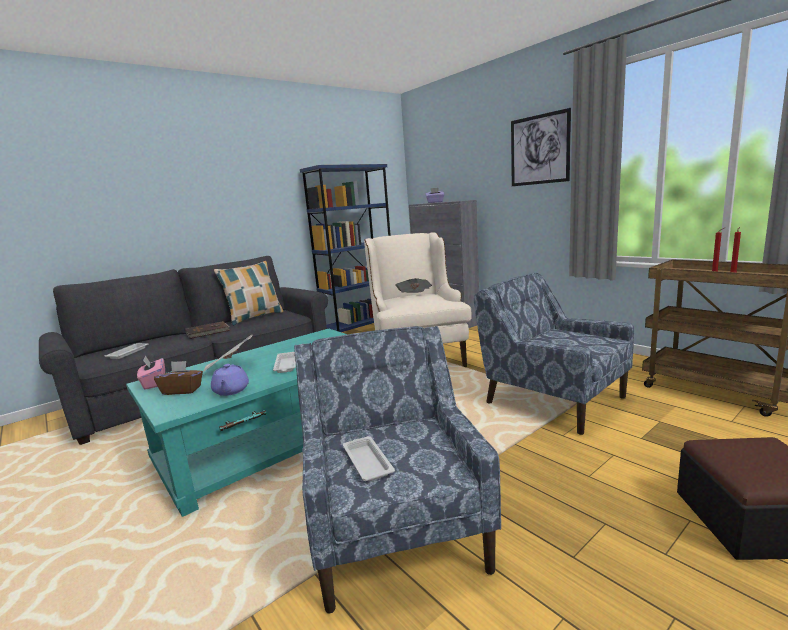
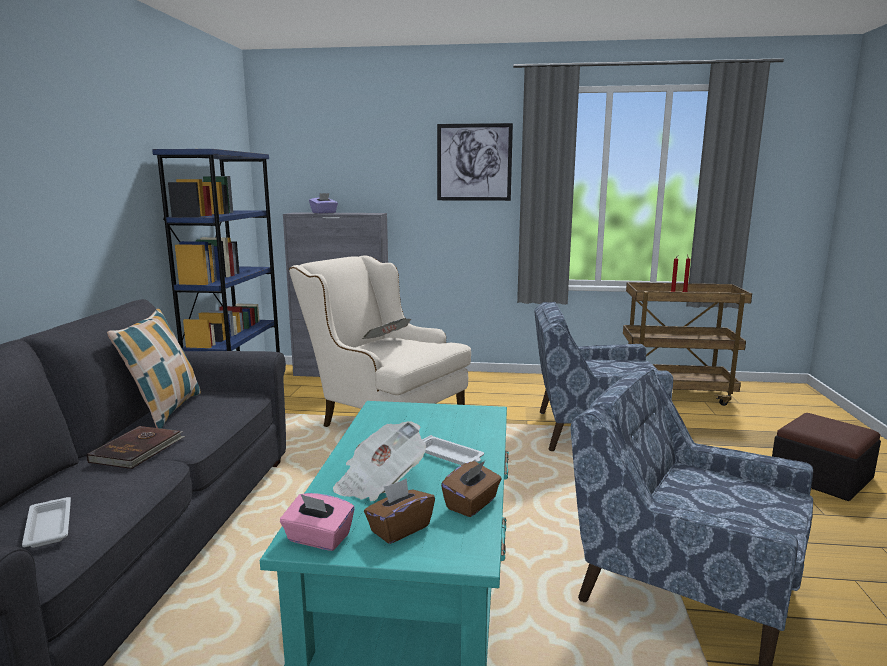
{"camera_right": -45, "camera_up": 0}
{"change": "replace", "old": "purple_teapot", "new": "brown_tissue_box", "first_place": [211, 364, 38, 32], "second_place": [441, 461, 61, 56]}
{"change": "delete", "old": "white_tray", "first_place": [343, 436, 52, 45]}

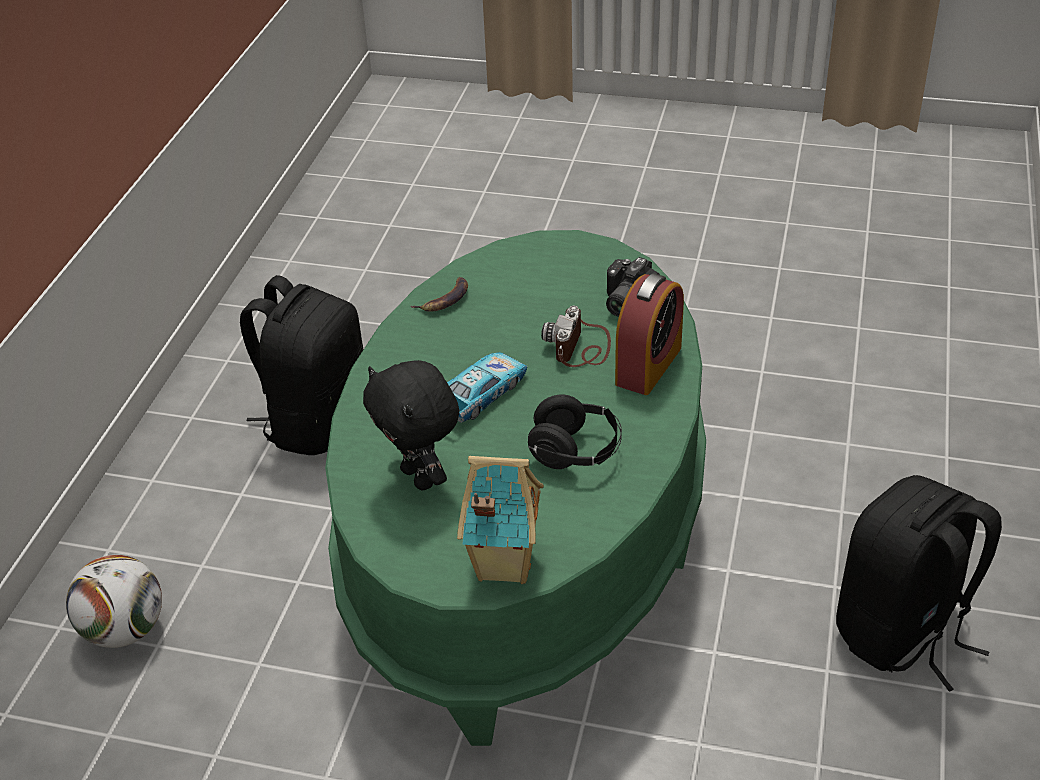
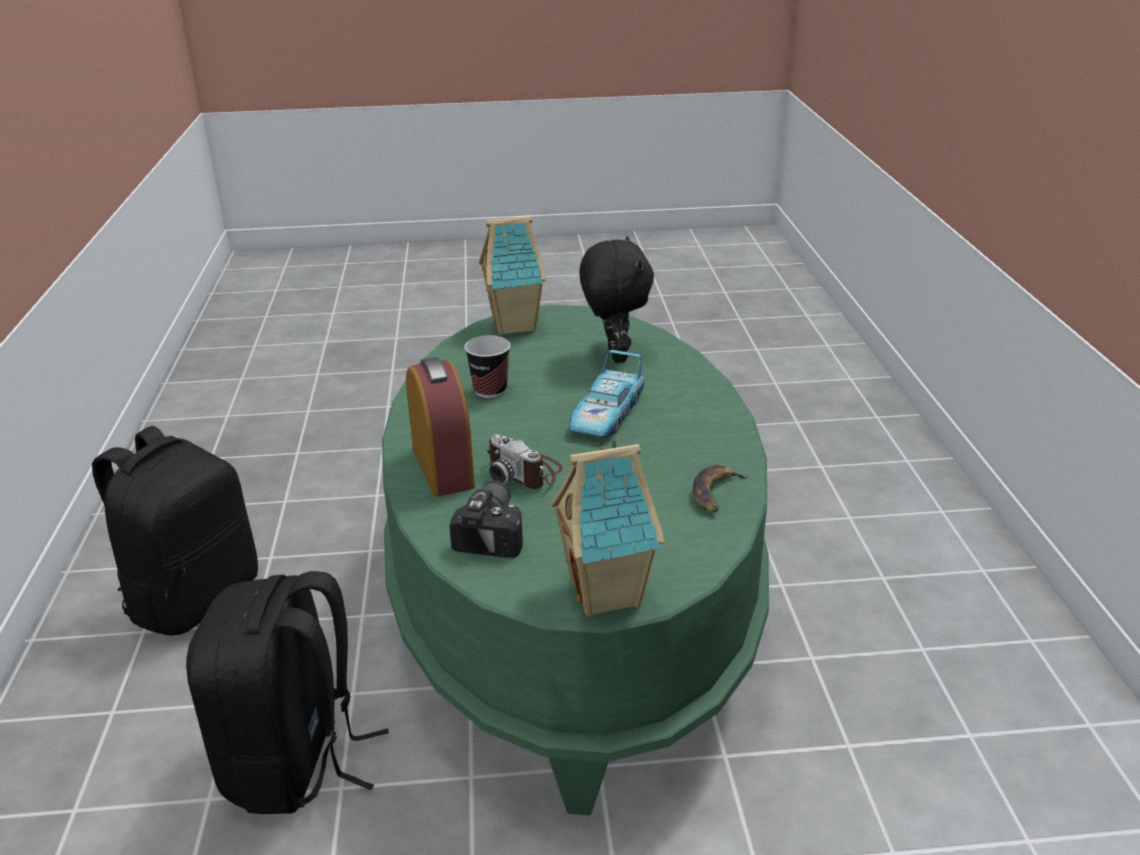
{"camera_right": 160, "camera_up": -10}
{"change": "rotate", "old": "alarm_clock", "first_place": [615, 273, 69, 122], "second_place": [406, 357, 69, 140], "degrees": 150}
{"change": "move", "old": "black_backpack", "first_place": [240, 275, 123, 180], "second_place": [186, 571, 203, 243]}
{"change": "rotate", "old": "photo_camera", "first_place": [541, 305, 70, 62], "second_place": [487, 434, 76, 55], "degrees": 135}
{"change": "rotate", "old": "black_plush_toy", "first_place": [363, 360, 96, 130], "second_place": [579, 236, 75, 127], "degrees": 45}
{"change": "replace", "old": "black_headphones", "new": "cup", "first_place": [528, 394, 94, 75], "second_place": [464, 336, 47, 62]}
{"change": "delete", "old": "football", "first_place": [66, 555, 96, 93]}
{"change": "insert", "new": "toy_house", "second_place": [551, 440, 114, 177]}

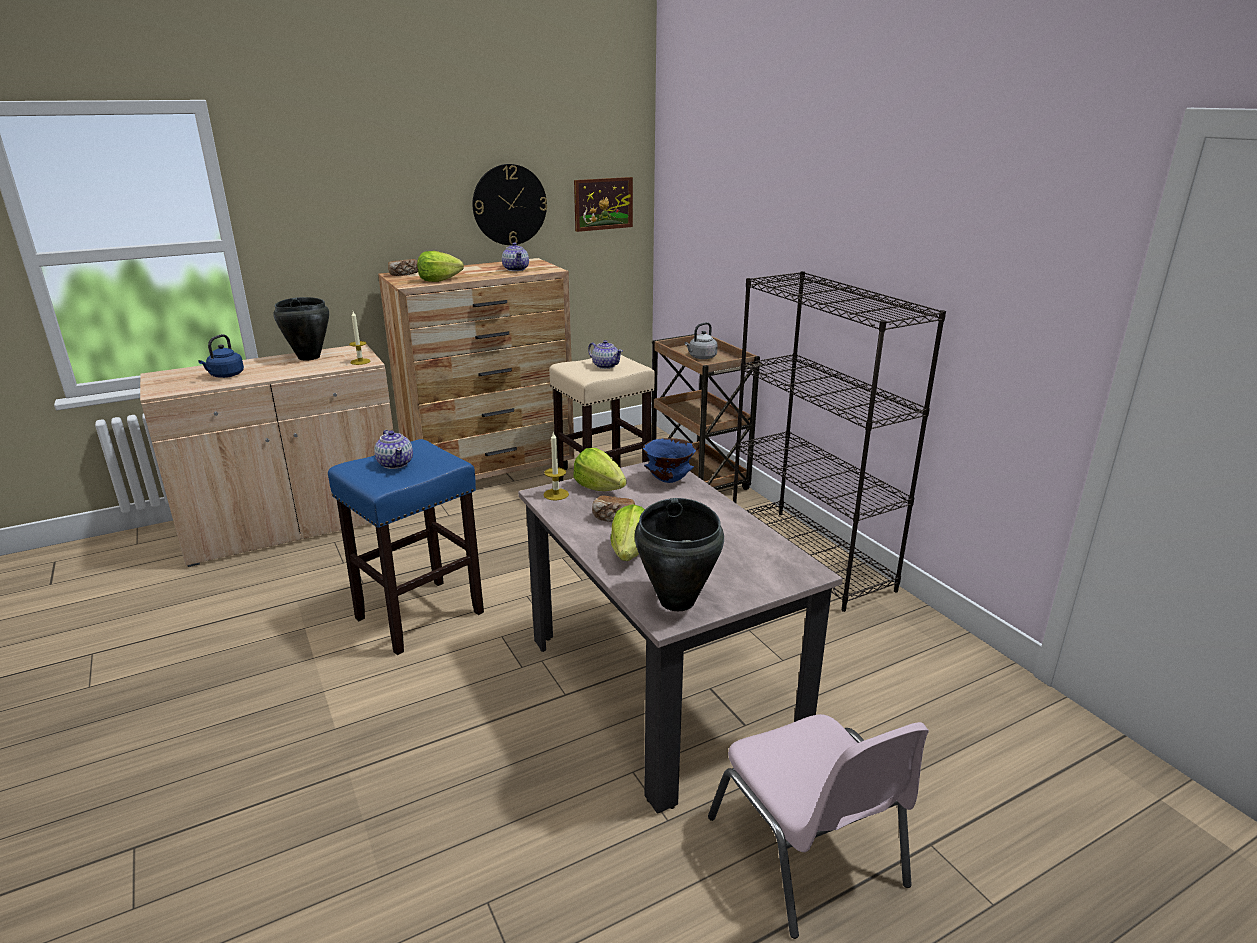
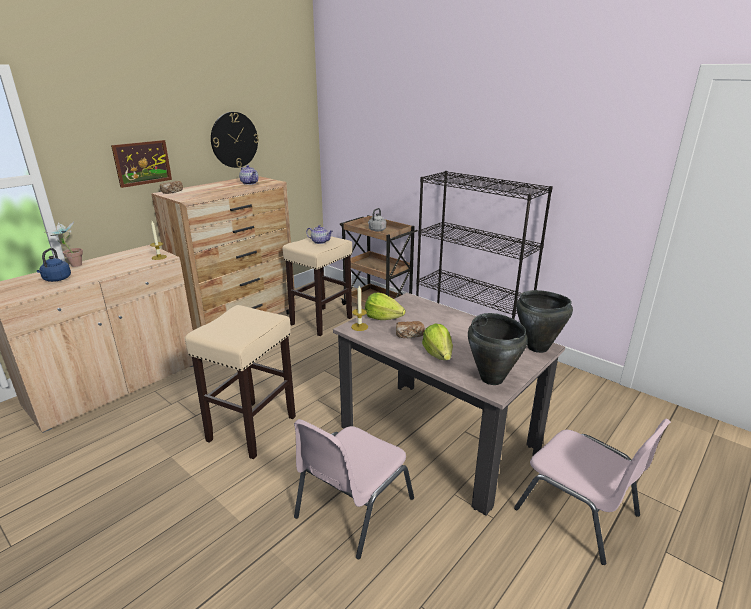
{"camera_right": -20, "camera_up": 0}
{"change": "move", "old": "picture", "first_place": [574, 177, 59, 55], "second_place": [111, 140, 61, 48]}
{"change": "delete", "old": "lettuce", "first_place": [417, 251, 47, 31]}
{"change": "move", "old": "black_cooking_pot", "first_place": [273, 297, 56, 64], "second_place": [516, 290, 57, 63]}
{"change": "delete", "old": "teapot", "first_place": [374, 430, 39, 39]}
{"change": "delete", "old": "blue_bowl", "first_place": [643, 438, 53, 45]}
{"change": "recolor", "old": "blue_stool", "new": "beige_stool", "first_place": [328, 439, 156, 216], "second_place": [185, 305, 111, 154]}
{"change": "insert", "new": "potted_plant", "second_place": [45, 222, 38, 45]}
{"change": "insert", "new": "pink_chair", "second_place": [294, 419, 120, 140]}

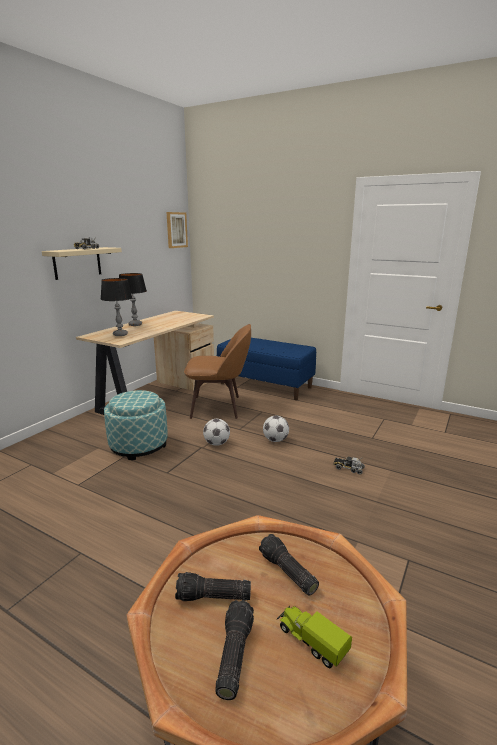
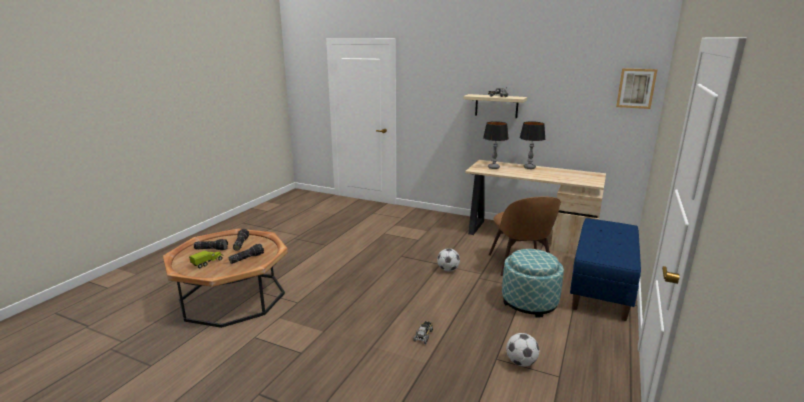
{"camera_right": 85, "camera_up": 0}
{"change": "move", "old": "ottoman", "first_place": [104, 390, 64, 70], "second_place": [502, 249, 62, 68]}
{"change": "move", "old": "football", "first_place": [263, 416, 26, 26], "second_place": [506, 333, 33, 34]}

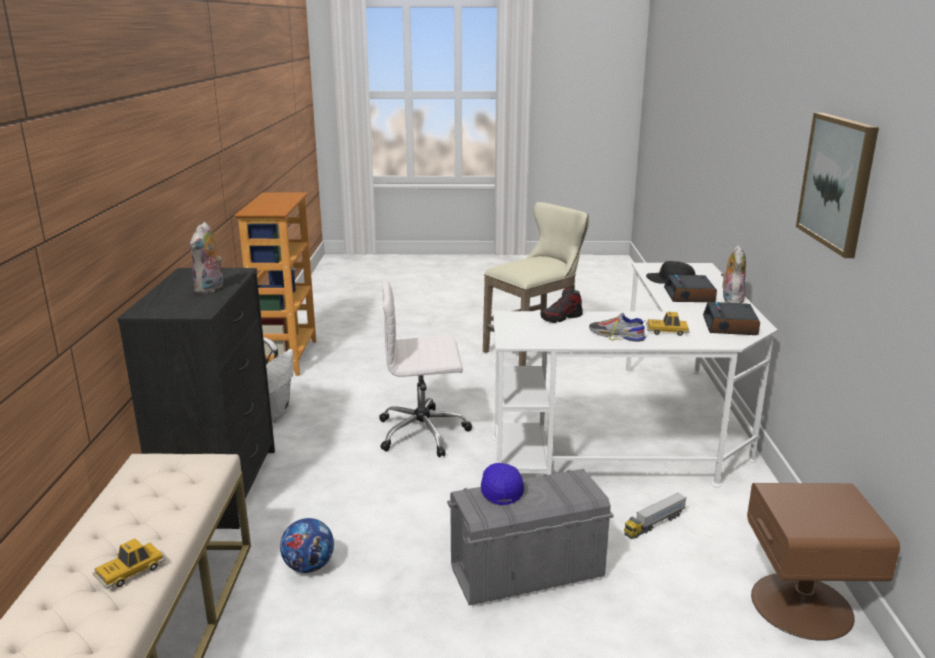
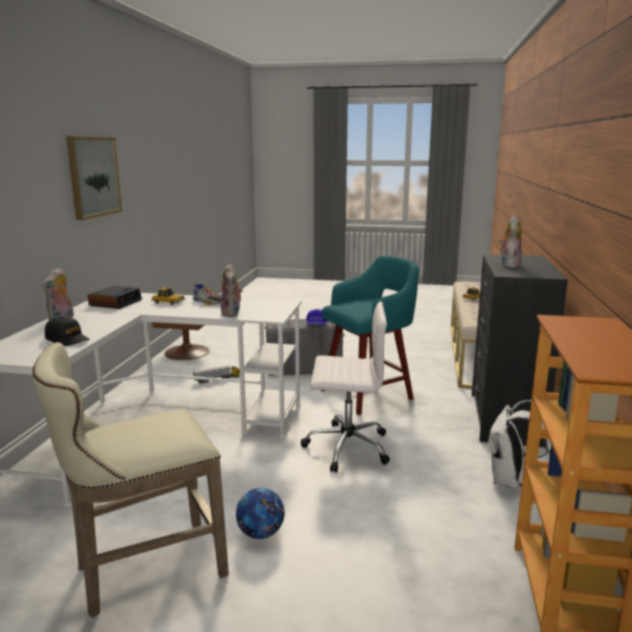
{"camera_right": -170, "camera_up": -5}
{"change": "delete", "old": "alarm_clock", "first_place": [664, 275, 53, 27]}
{"change": "replace", "old": "shoe", "new": "plush_toy", "first_place": [540, 287, 43, 36], "second_place": [221, 264, 22, 53]}
{"change": "move", "old": "football", "first_place": [280, 518, 54, 55], "second_place": [236, 488, 49, 51]}
{"change": "insert", "new": "turquoise_stool", "second_place": [321, 256, 98, 159]}

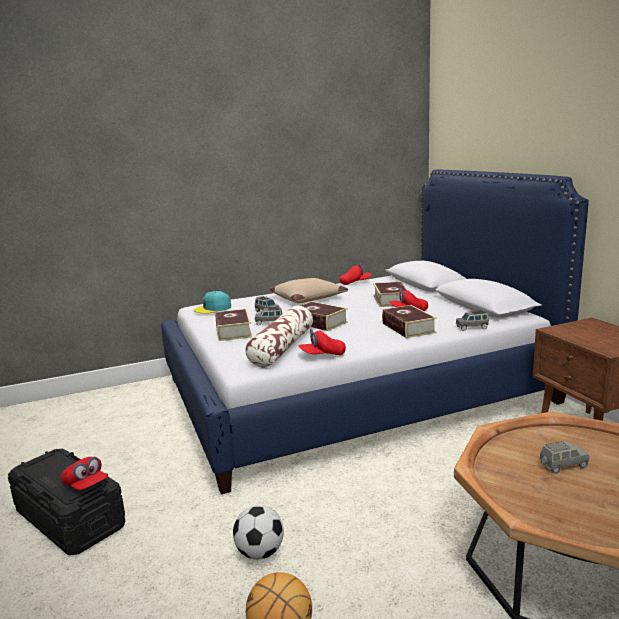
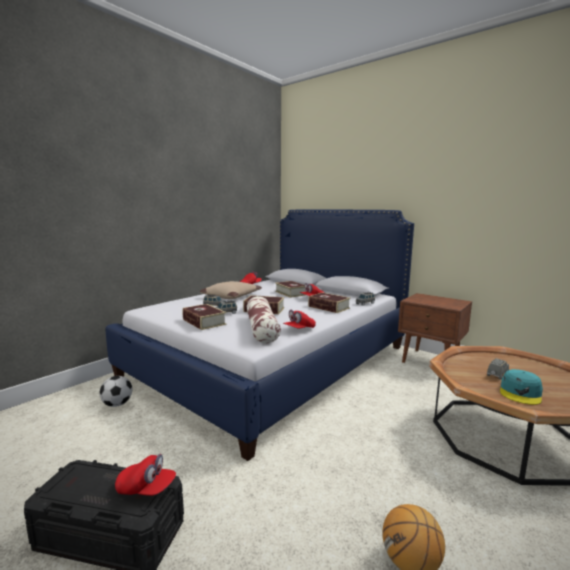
{"camera_right": -30, "camera_up": -5}
{"change": "move", "old": "turquoise_cap", "first_place": [194, 291, 37, 23], "second_place": [500, 369, 43, 36]}
{"change": "move", "old": "football", "first_place": [233, 505, 51, 54], "second_place": [99, 376, 33, 31]}

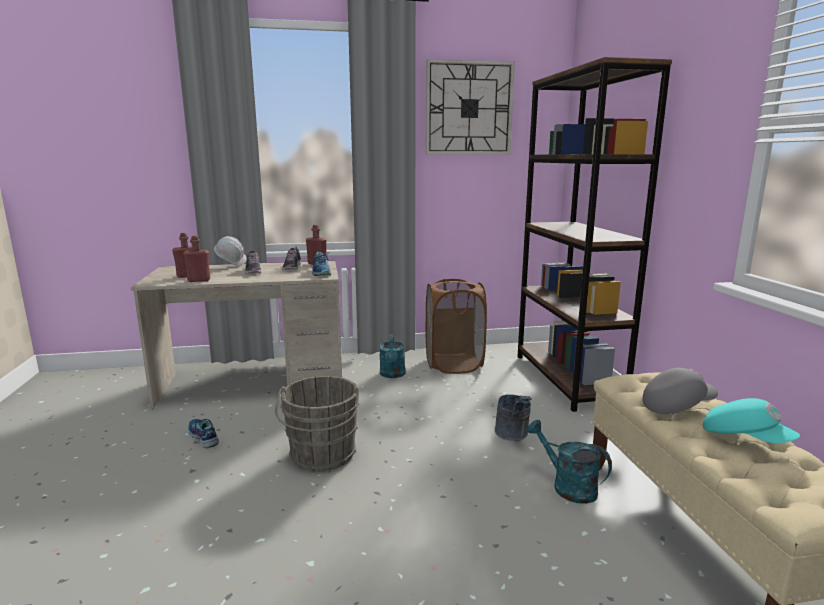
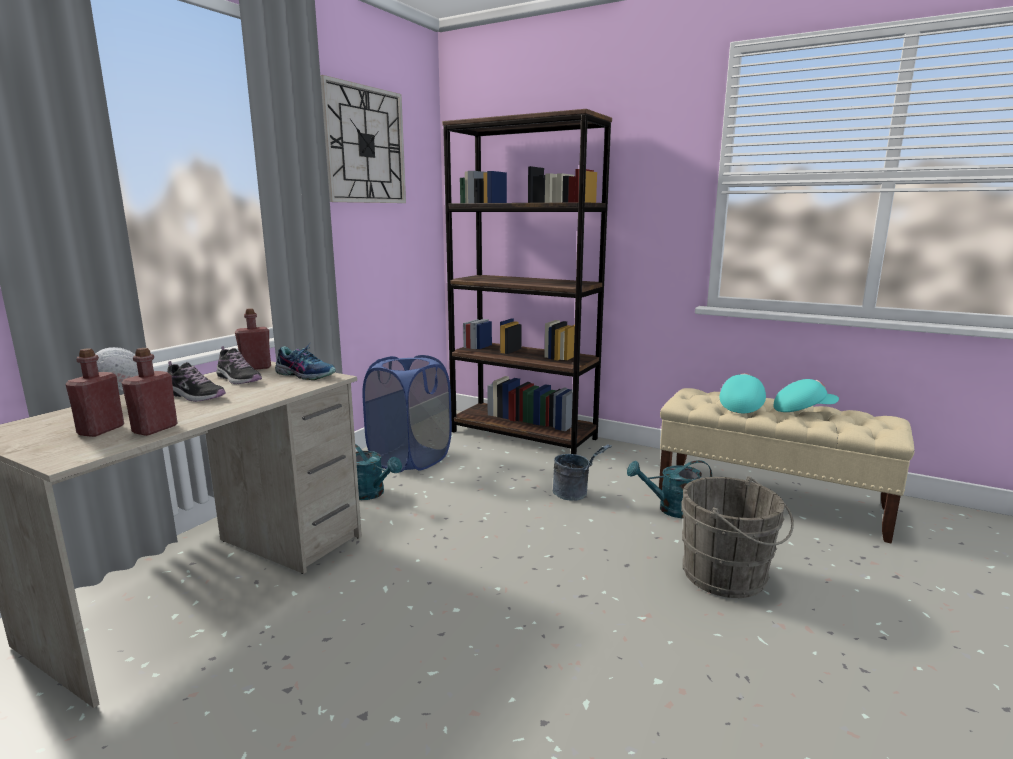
{"camera_right": -50, "camera_up": 0}
{"change": "recolor", "old": "brown_laundry_basket", "new": "blue_laundry_basket", "first_place": [426, 279, 61, 95], "second_place": [363, 355, 89, 117]}
{"change": "recolor", "old": "grey_cap", "new": "turquoise_cap", "first_place": [642, 368, 76, 46], "second_place": [720, 373, 46, 40]}
{"change": "move", "old": "grey_bucket", "first_place": [275, 376, 85, 95], "second_place": [681, 476, 113, 122]}
{"change": "delete", "old": "shoe", "first_place": [188, 419, 31, 29]}

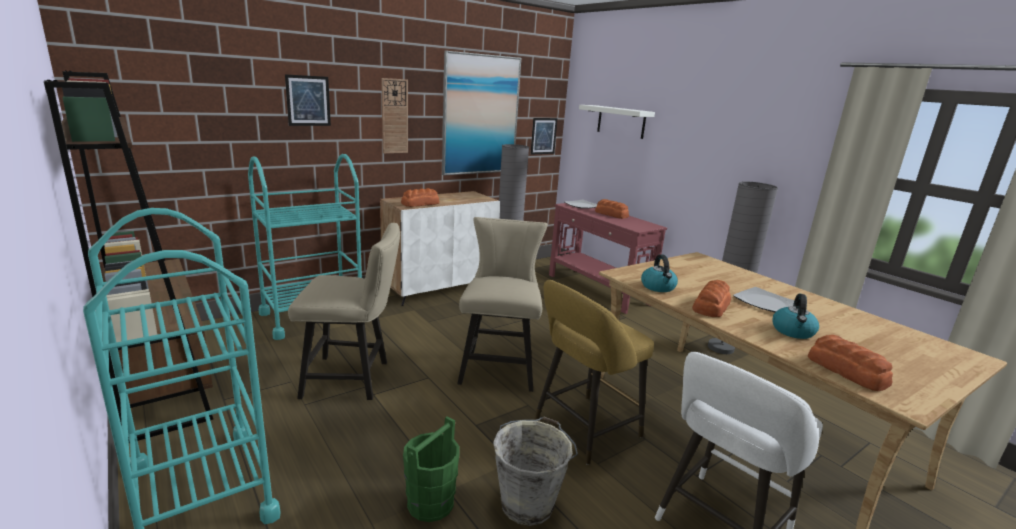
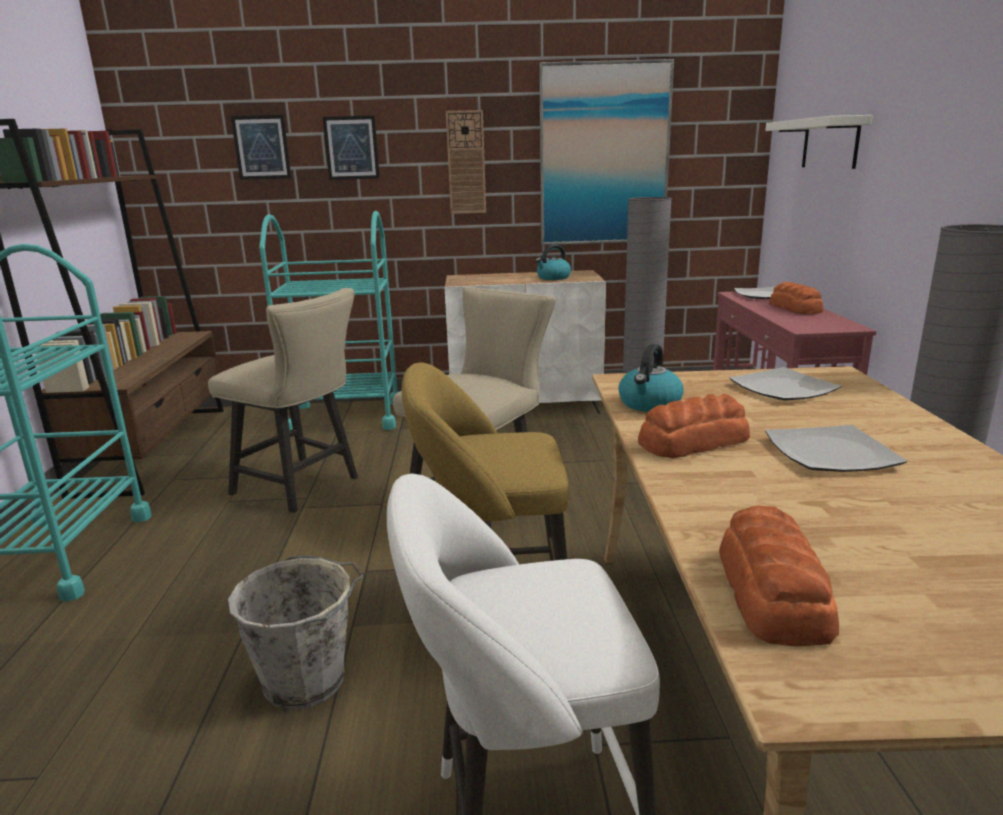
{"camera_right": 35, "camera_up": 0}
{"change": "move", "old": "picture", "first_place": [531, 118, 27, 37], "second_place": [231, 115, 60, 65]}
{"change": "delete", "old": "bread", "first_place": [401, 188, 39, 19]}
{"change": "move", "old": "kettle", "first_place": [772, 294, 47, 45], "second_place": [536, 245, 35, 35]}
{"change": "delete", "old": "green_bucket", "first_place": [403, 416, 56, 106]}
{"change": "insert", "new": "plate", "second_place": [729, 367, 113, 33]}

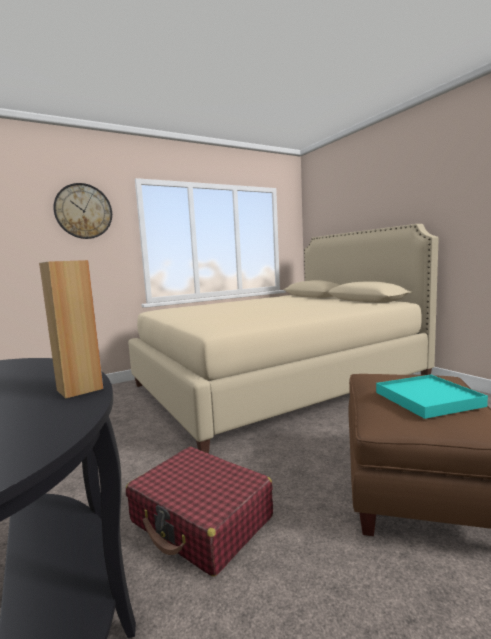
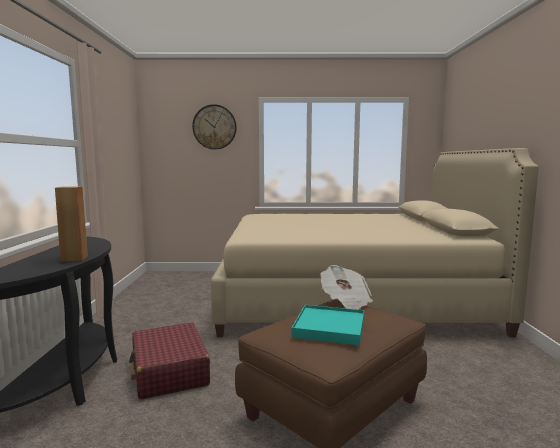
{"camera_right": 30, "camera_up": 0}
{"change": "insert", "new": "newspaper", "second_place": [320, 265, 53, 45]}

